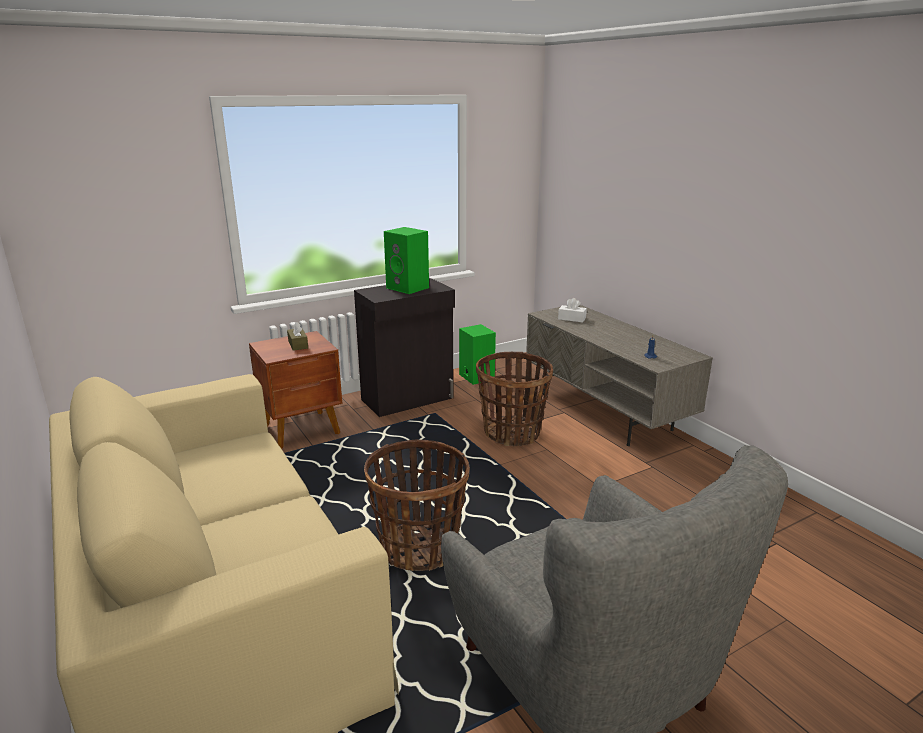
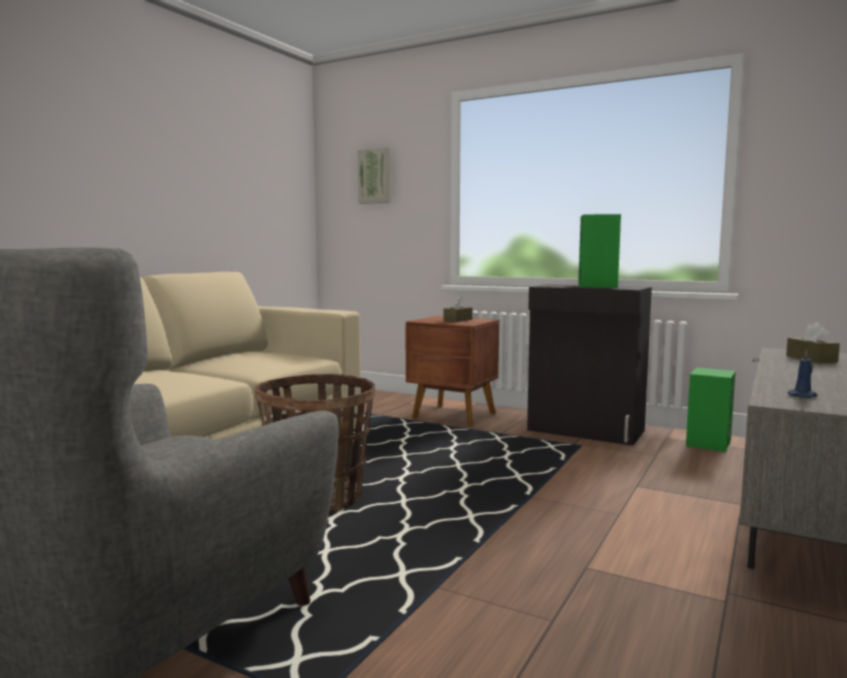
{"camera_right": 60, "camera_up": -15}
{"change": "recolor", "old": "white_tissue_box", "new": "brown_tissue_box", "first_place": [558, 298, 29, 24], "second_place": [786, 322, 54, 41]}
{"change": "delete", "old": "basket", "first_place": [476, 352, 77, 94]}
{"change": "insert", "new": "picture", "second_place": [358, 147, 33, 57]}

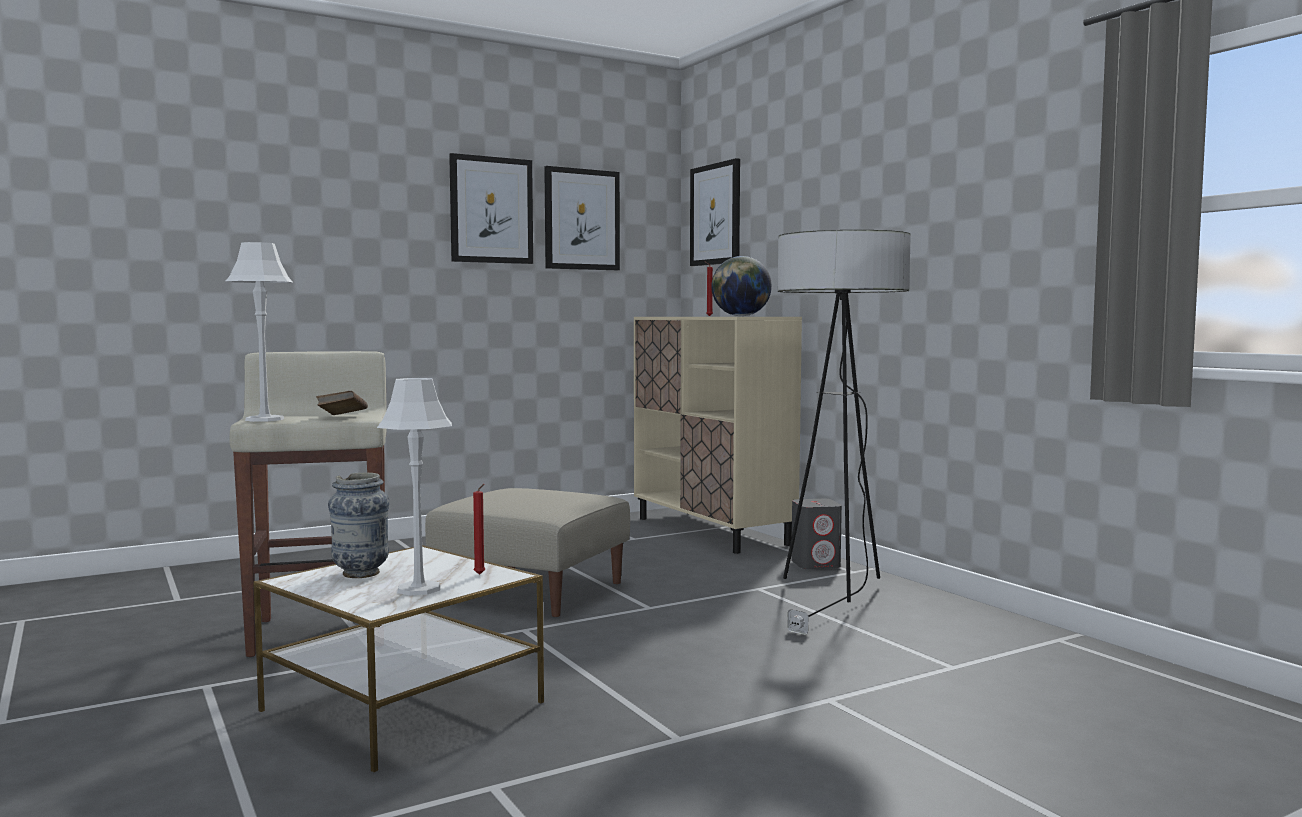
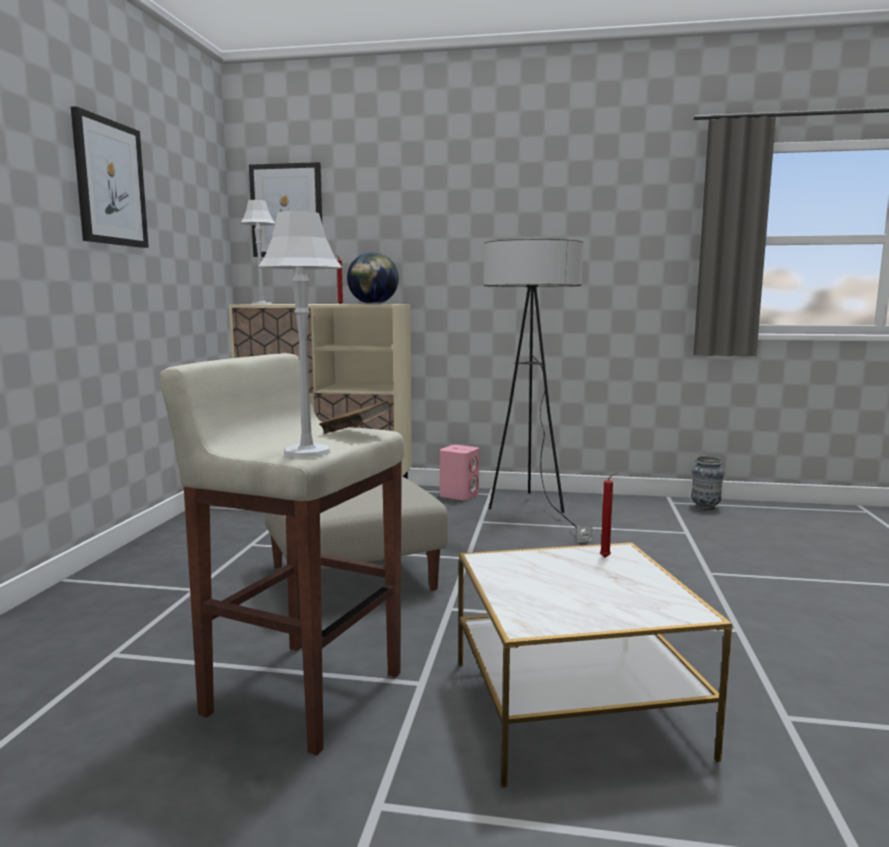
{"camera_right": -50, "camera_up": 5}
{"change": "delete", "old": "picture", "first_place": [544, 166, 76, 104]}
{"change": "move", "old": "grey_table_lamp", "first_place": [377, 378, 75, 218], "second_place": [240, 200, 35, 104]}
{"change": "move", "old": "vase", "first_place": [328, 473, 61, 105], "second_place": [691, 455, 33, 55]}
{"change": "recolor", "old": "grey_speaker", "new": "pink_speaker", "first_place": [791, 499, 51, 70], "second_place": [440, 445, 39, 55]}

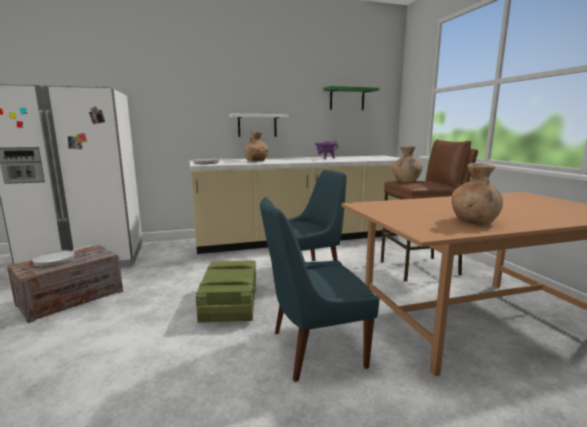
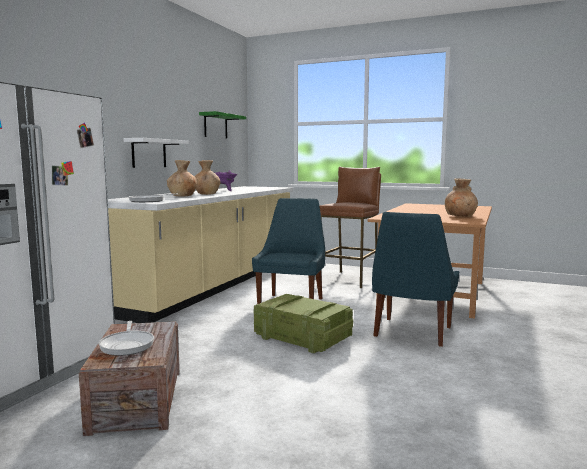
{"camera_right": -50, "camera_up": -5}
{"change": "move", "old": "brown_vase", "first_place": [392, 145, 31, 37], "second_place": [195, 160, 25, 35]}

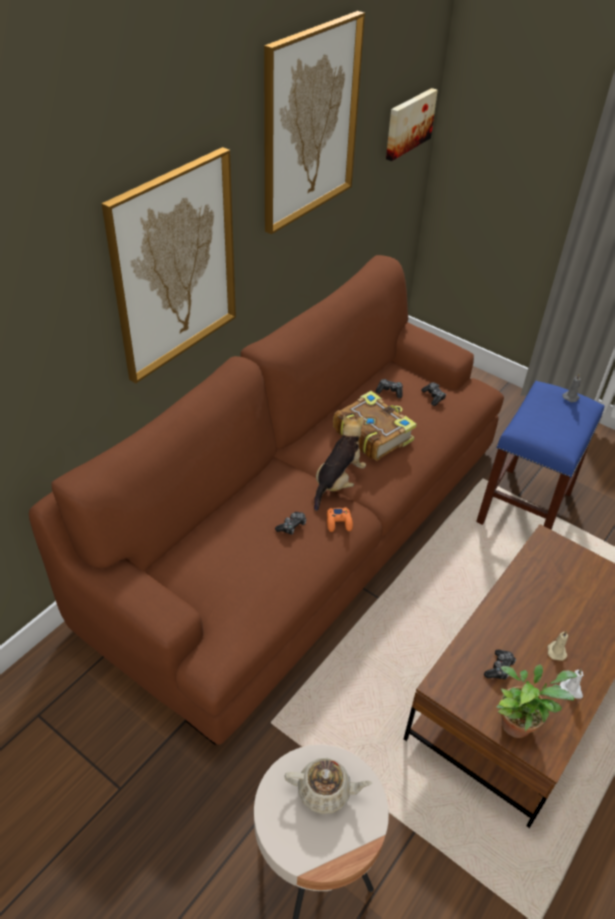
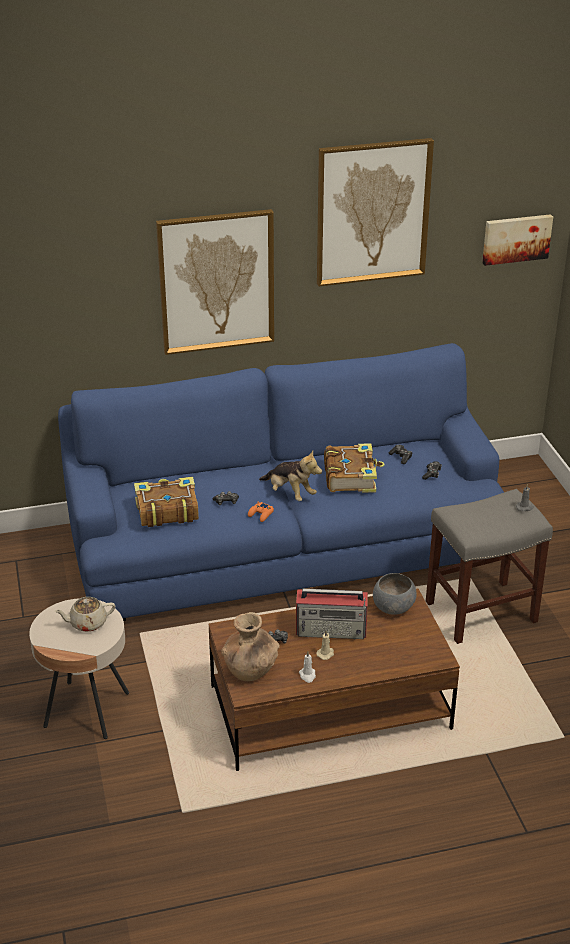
{"camera_right": 40, "camera_up": -10}
{"change": "recolor", "old": "brown_sofa", "new": "blue_sofa", "first_place": [29, 255, 475, 490], "second_place": [58, 343, 446, 278]}
{"change": "recolor", "old": "blue_stool", "new": "grey_stool", "first_place": [476, 381, 128, 149], "second_place": [426, 489, 127, 155]}
{"change": "rotate", "old": "plush_toy", "first_place": [314, 415, 52, 96], "second_place": [259, 450, 63, 51], "degrees": 60}
{"change": "replace", "old": "potted_plant", "new": "brown_vase", "first_place": [496, 664, 82, 74], "second_place": [221, 612, 59, 69]}
{"change": "rotate", "old": "beige_teapot", "first_place": [285, 758, 87, 56], "second_place": [55, 597, 61, 35], "degrees": 120}
{"change": "insert", "new": "book", "second_place": [134, 477, 65, 50]}
{"change": "insert", "new": "grey_bowl", "second_place": [373, 573, 43, 42]}
{"change": "insert", "new": "radio", "second_place": [296, 589, 72, 50]}

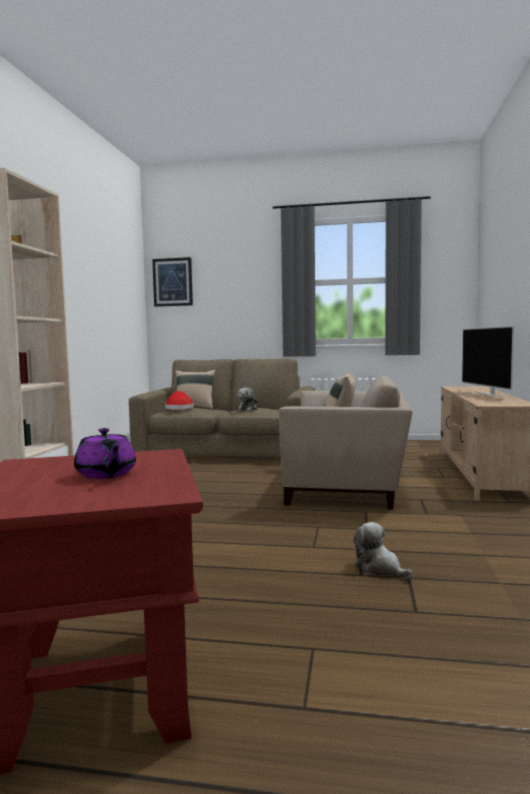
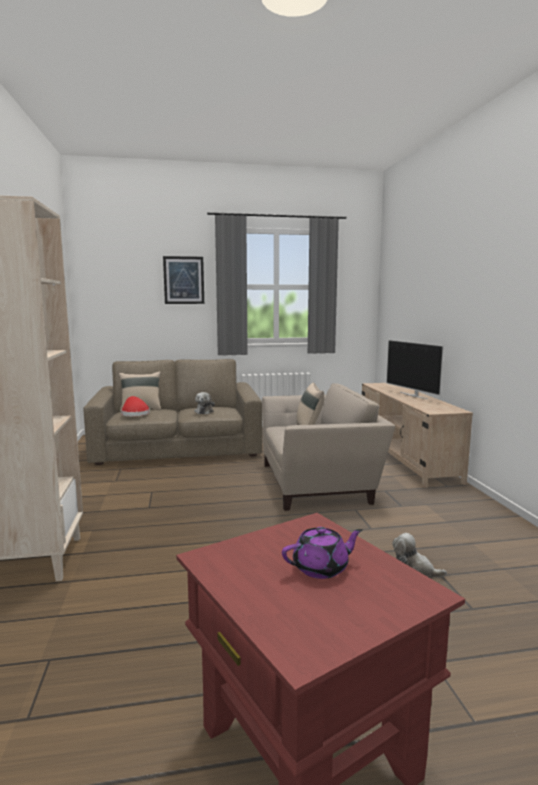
{"camera_right": -20, "camera_up": 5}
{"change": "move", "old": "picture", "first_place": [152, 257, 41, 50], "second_place": [163, 256, 41, 48]}
{"change": "rotate", "old": "purple_teapot", "first_place": [74, 428, 62, 51], "second_place": [282, 527, 81, 52], "degrees": -60}

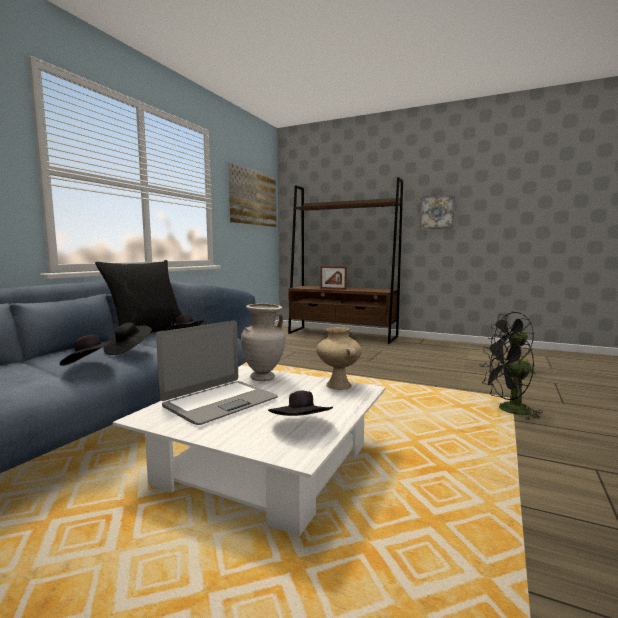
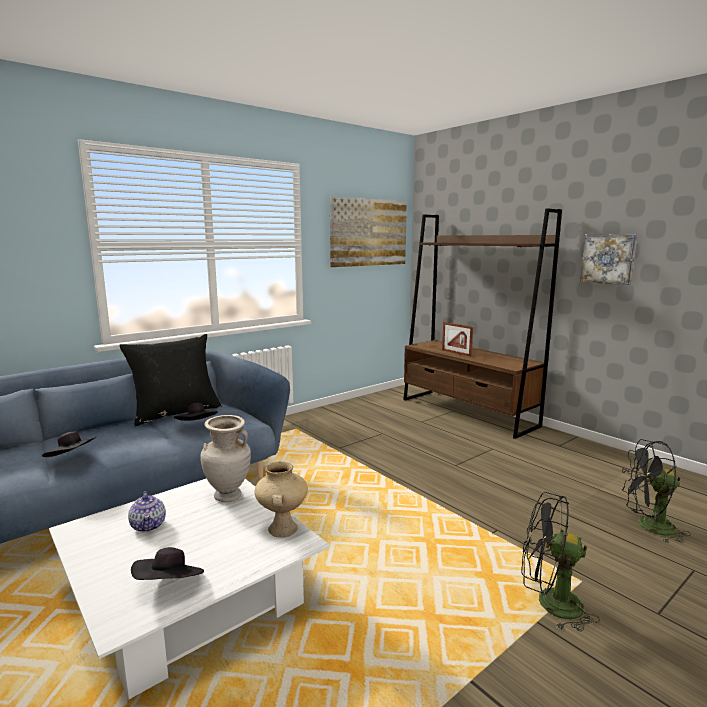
{"camera_right": 25, "camera_up": 5}
{"change": "replace", "old": "laptop", "new": "teapot", "first_place": [156, 321, 122, 104], "second_place": [128, 491, 38, 41]}
{"change": "delete", "old": "black_hat", "first_place": [103, 323, 49, 32]}

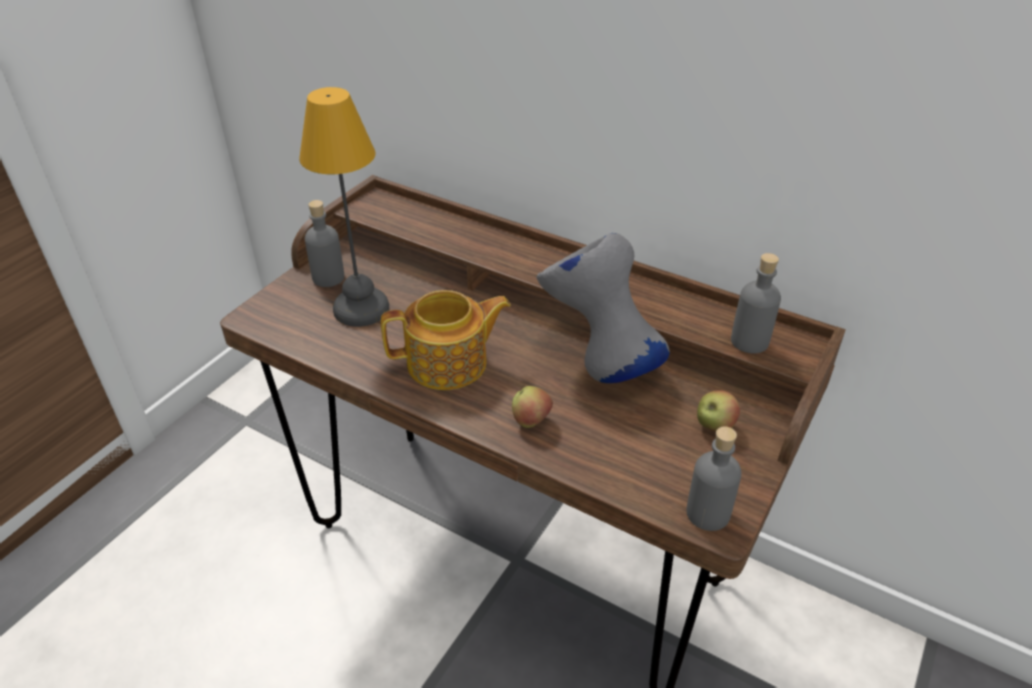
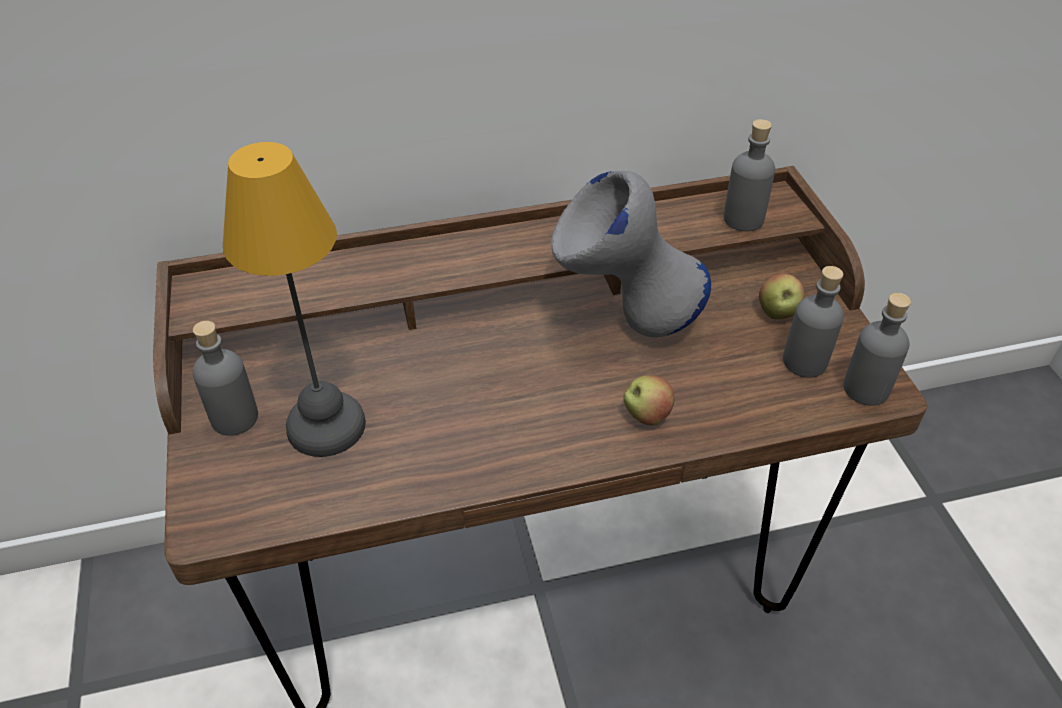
{"camera_right": -45, "camera_up": 5}
{"change": "delete", "old": "teapot", "first_place": [381, 290, 130, 100]}
{"change": "insert", "new": "grey_bottle", "second_place": [783, 266, 61, 112]}

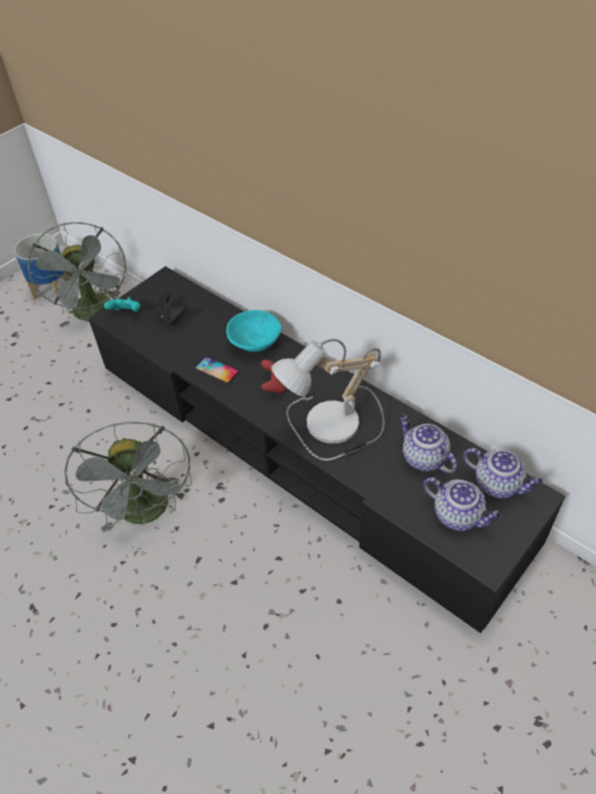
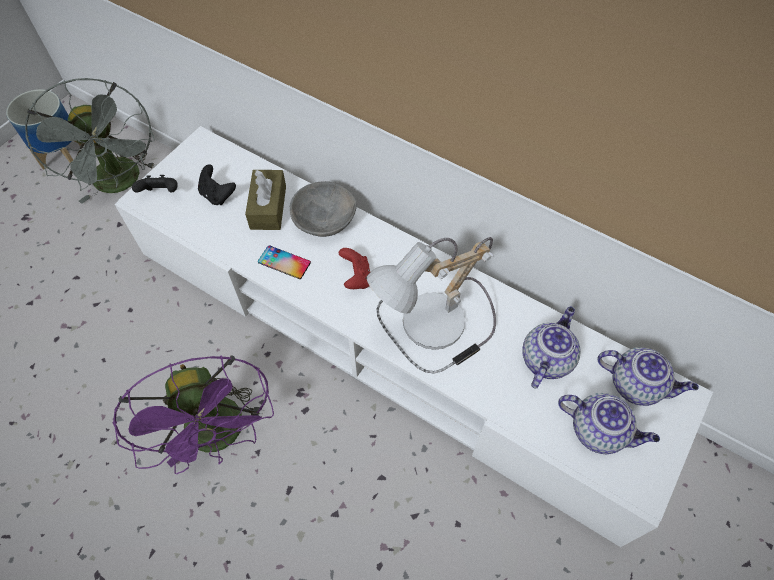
{"camera_right": -10, "camera_up": 10}
{"change": "recolor", "old": "black_tv_stand", "new": "white_tv_stand", "first_place": [89, 266, 476, 367], "second_place": [115, 126, 598, 421]}
{"change": "recolor", "old": "turquoise_game_controller", "new": "black_game_controller", "first_place": [104, 297, 36, 15], "second_place": [132, 175, 46, 18]}
{"change": "recolor", "old": "turquoise_bowl", "new": "grey_bowl", "first_place": [226, 310, 56, 42], "second_place": [290, 181, 67, 56]}
{"change": "rotate", "old": "teapot", "first_place": [399, 414, 58, 60], "second_place": [522, 306, 59, 82], "degrees": 75}
{"change": "recolor", "old": "grey_fan", "new": "purple_fan", "first_place": [64, 422, 128, 110], "second_place": [113, 355, 161, 119]}
{"change": "insert", "new": "brown_tissue_box", "second_place": [245, 170, 41, 60]}

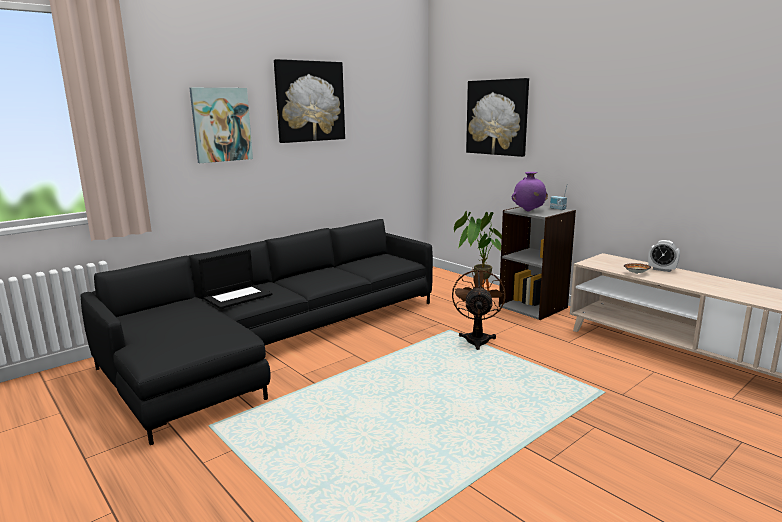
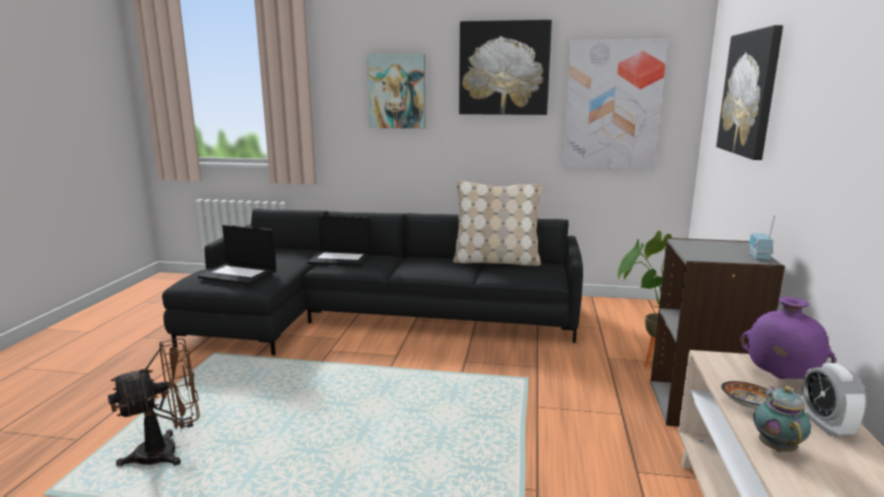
{"camera_right": 50, "camera_up": 0}
{"change": "move", "old": "purple_vase", "first_place": [512, 172, 36, 39], "second_place": [740, 297, 95, 82]}
{"change": "move", "old": "brown_fan", "first_place": [452, 268, 54, 82], "second_place": [108, 338, 92, 129]}
{"change": "insert", "new": "picture", "second_place": [563, 39, 105, 131]}
{"change": "insert", "new": "beige_pillow", "second_place": [453, 181, 89, 85]}
{"change": "insert", "new": "laptop", "second_place": [198, 225, 78, 60]}
{"change": "insert", "new": "teapot", "second_place": [754, 386, 57, 66]}

